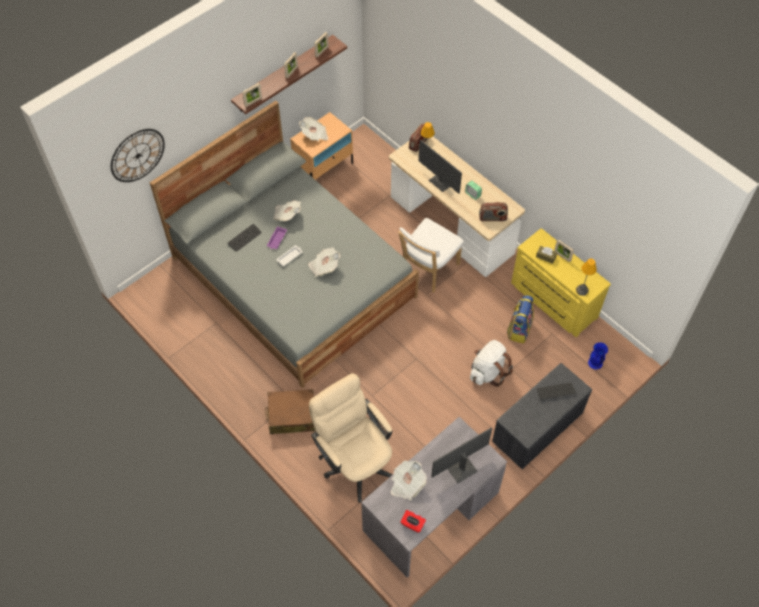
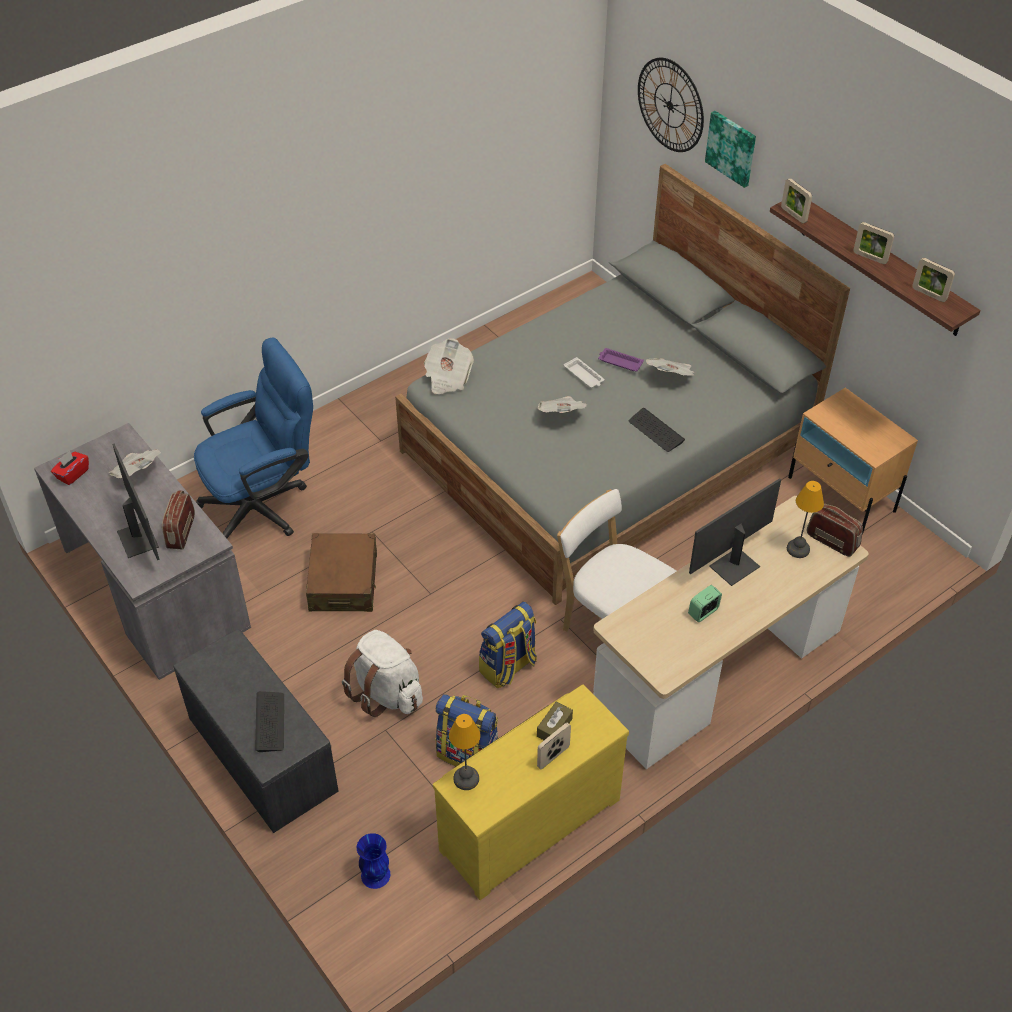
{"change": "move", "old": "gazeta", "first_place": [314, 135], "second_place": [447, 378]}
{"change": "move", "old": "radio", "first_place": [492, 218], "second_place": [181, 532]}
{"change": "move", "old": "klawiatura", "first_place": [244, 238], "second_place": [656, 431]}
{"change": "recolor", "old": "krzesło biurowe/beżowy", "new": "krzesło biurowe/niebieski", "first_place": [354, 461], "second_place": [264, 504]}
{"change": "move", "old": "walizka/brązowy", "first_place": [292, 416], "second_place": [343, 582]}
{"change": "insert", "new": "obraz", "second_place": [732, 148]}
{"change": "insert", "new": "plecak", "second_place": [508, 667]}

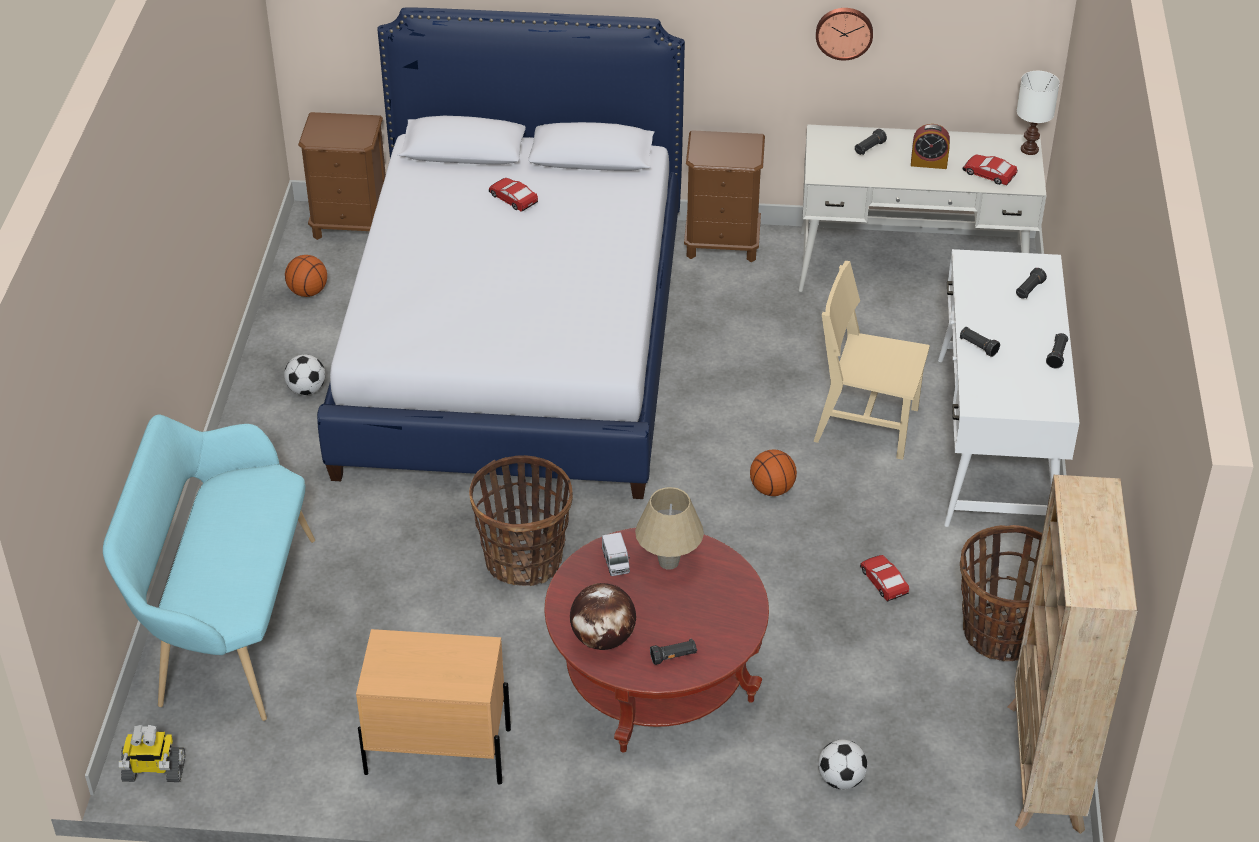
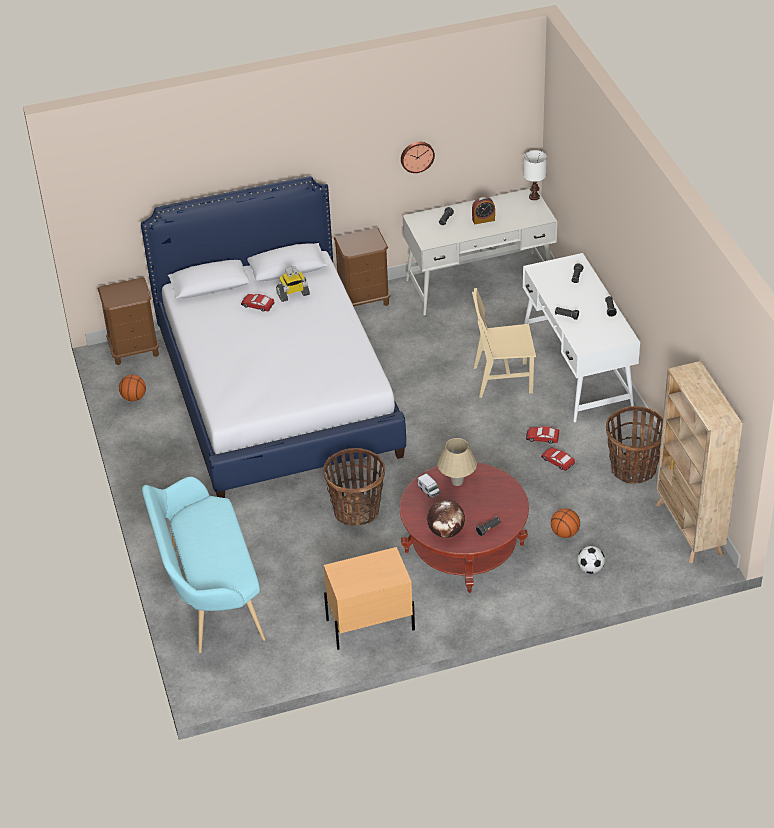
{"change": "move", "old": "samochodzik", "first_place": [988, 174], "second_place": [542, 438]}
{"change": "delete", "old": "piłka futbolowa", "first_place": [306, 389]}
{"change": "move", "old": "piłka do koszykówki", "first_place": [772, 489], "second_place": [565, 533]}
{"change": "move", "old": "robot zabawkowy", "first_place": [153, 770], "second_place": [293, 294]}

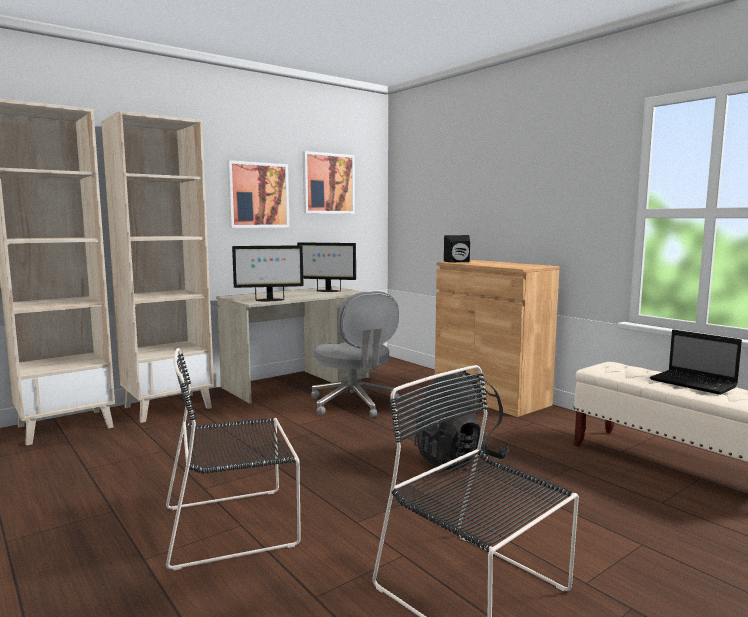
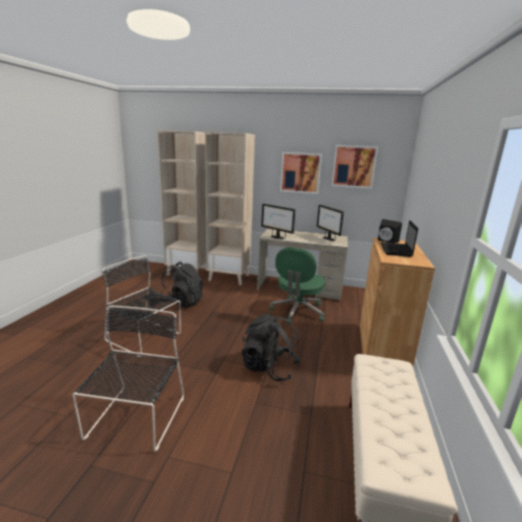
{"change": "recolor", "old": "krzesło biurowe/szary", "new": "krzesło biurowe/zielony", "first_place": [354, 404], "second_place": [297, 311]}
{"change": "move", "old": "laptop", "first_place": [694, 383], "second_place": [396, 250]}
{"change": "insert", "new": "plecak/czarny", "second_place": [182, 302]}

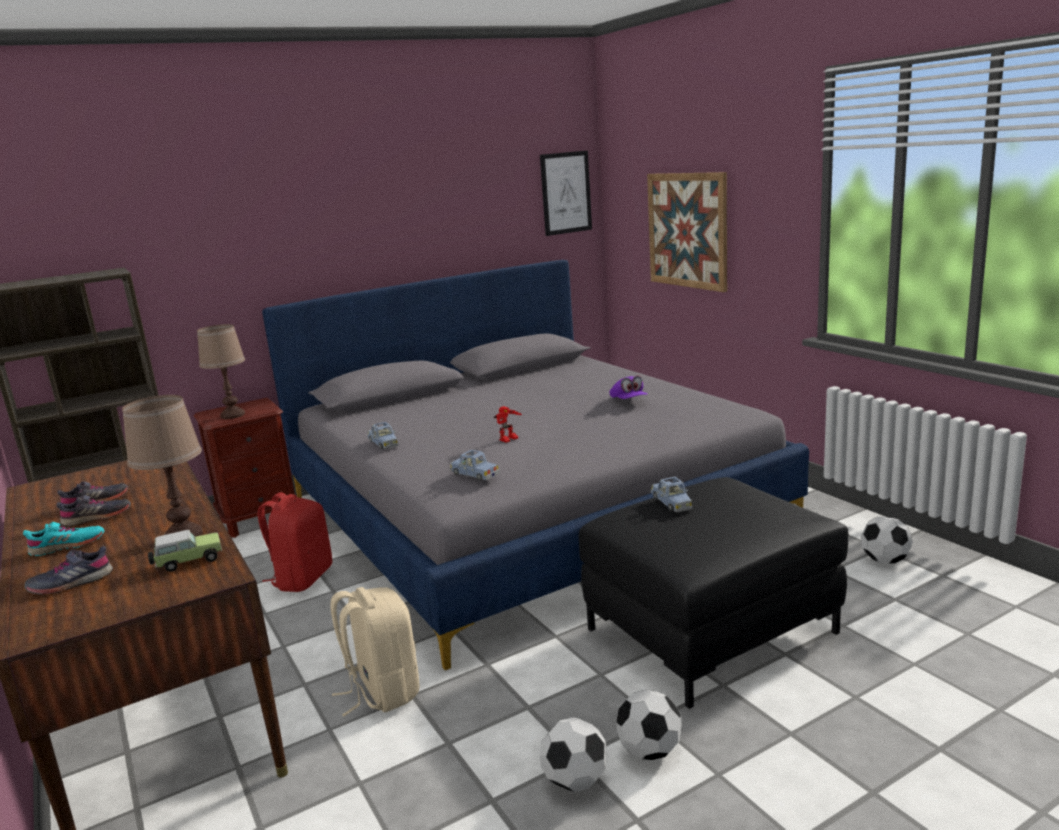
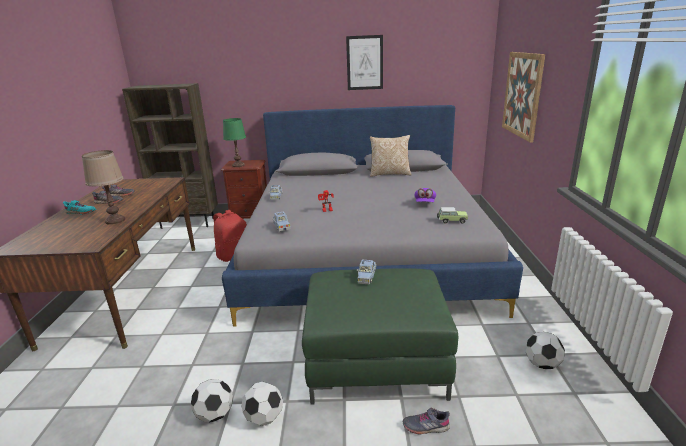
{"change": "move", "old": "obraz", "first_place": [566, 193], "second_place": [364, 63]}
{"change": "recolor", "old": "lampa stołowa/brązowy", "new": "lampa stołowa/zielony", "first_place": [232, 415], "second_place": [238, 165]}
{"change": "recolor", "old": "pufa/czarny", "new": "pufa/zielony", "first_place": [710, 631], "second_place": [376, 362]}
{"change": "move", "old": "samochodzik", "first_place": [188, 562], "second_place": [451, 221]}
{"change": "move", "old": "but/szary", "first_place": [71, 583], "second_place": [426, 426]}
{"change": "delete", "old": "plecak/beżowy", "first_place": [382, 691]}
{"change": "insert", "new": "poduszka", "second_place": [390, 174]}

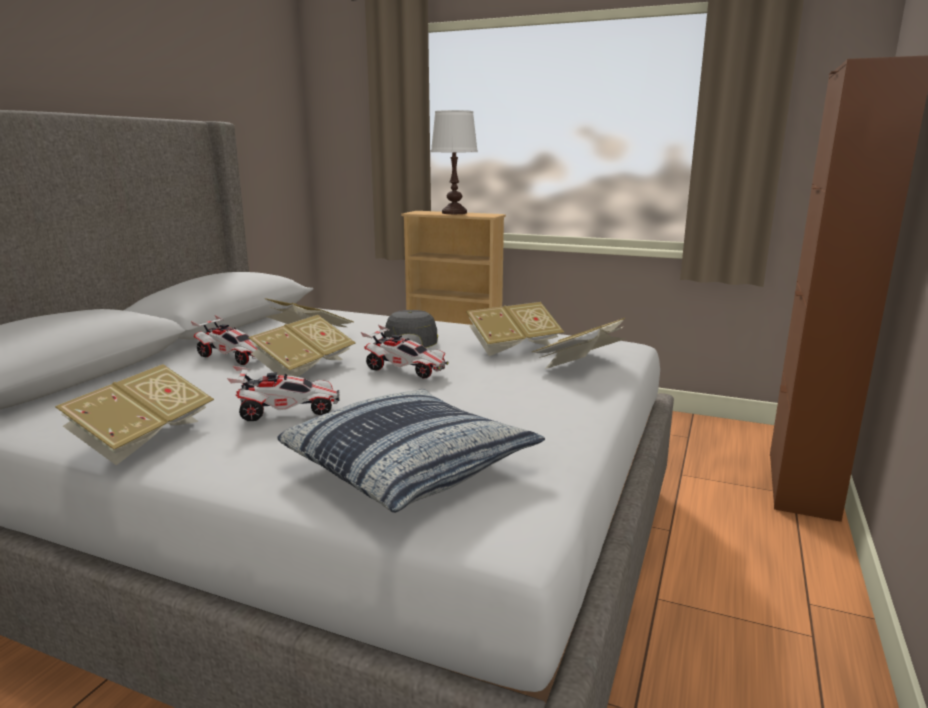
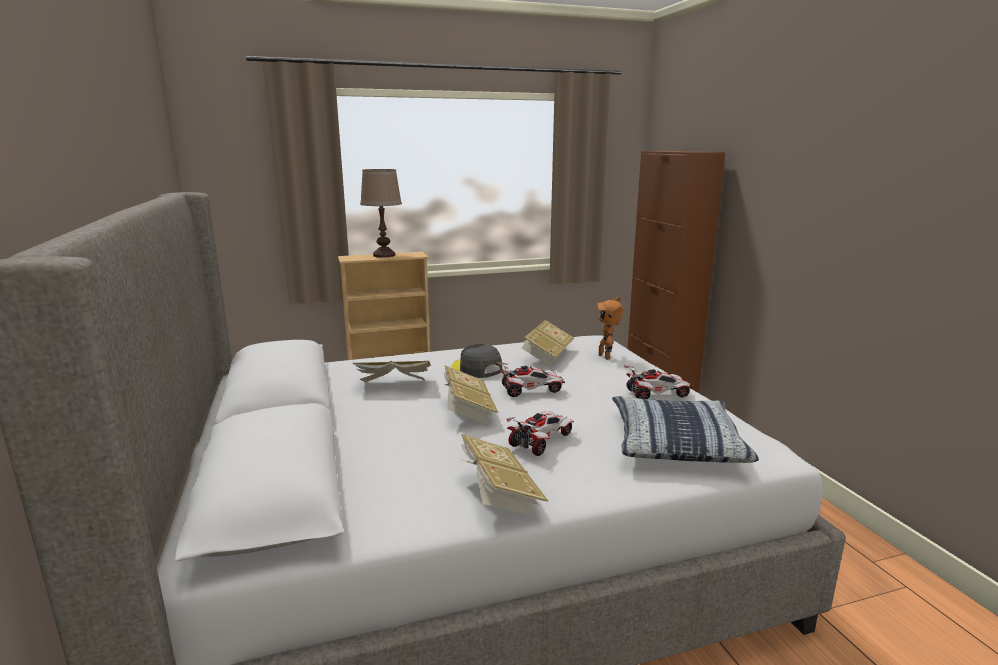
{"change": "recolor", "old": "lampa stołowa/biały", "new": "lampa stołowa/brązowy", "first_place": [454, 213], "second_place": [384, 255]}
{"change": "move", "old": "samochodzik", "first_place": [234, 357], "second_place": [656, 394]}
{"change": "replace", "old": "książka", "new": "robot zabawkowy", "first_place": [580, 363], "second_place": [606, 356]}

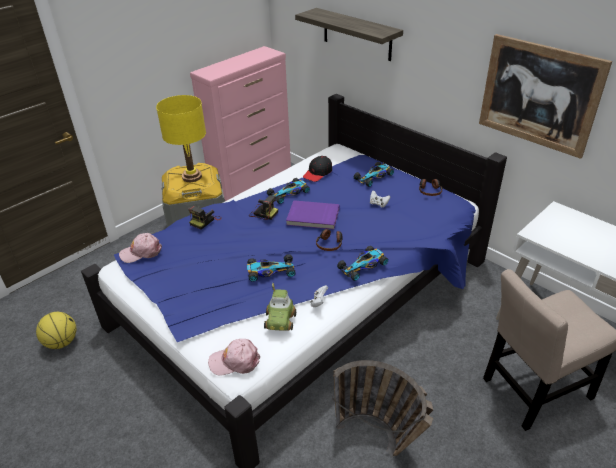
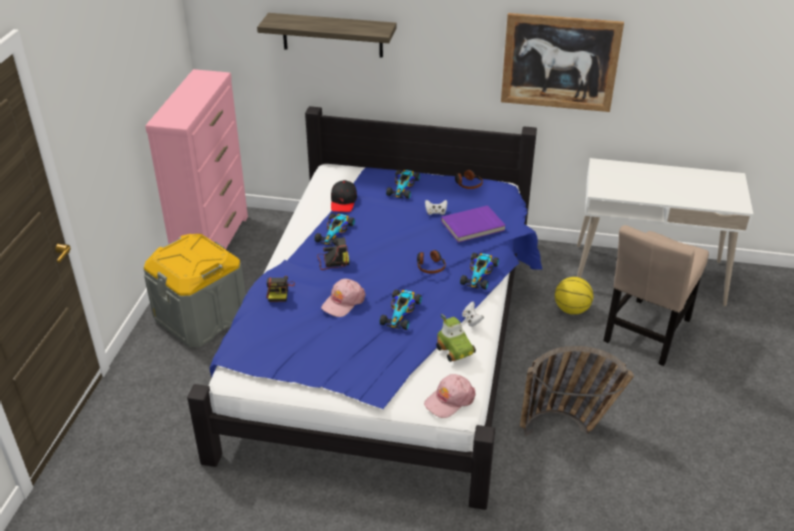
{"change": "delete", "old": "lampa stołowa/żółty", "first_place": [192, 177]}
{"change": "move", "old": "książka/fioletowy", "first_place": [313, 217], "second_place": [473, 226]}
{"change": "move", "old": "czapka z daszkiem/różowy", "first_place": [141, 252], "second_place": [343, 302]}
{"change": "rotate", "old": "samochodzik", "first_place": [270, 271], "second_place": [401, 312], "degrees": 150}
{"change": "move", "old": "piłka do koszykówki", "first_place": [62, 342], "second_place": [571, 309]}

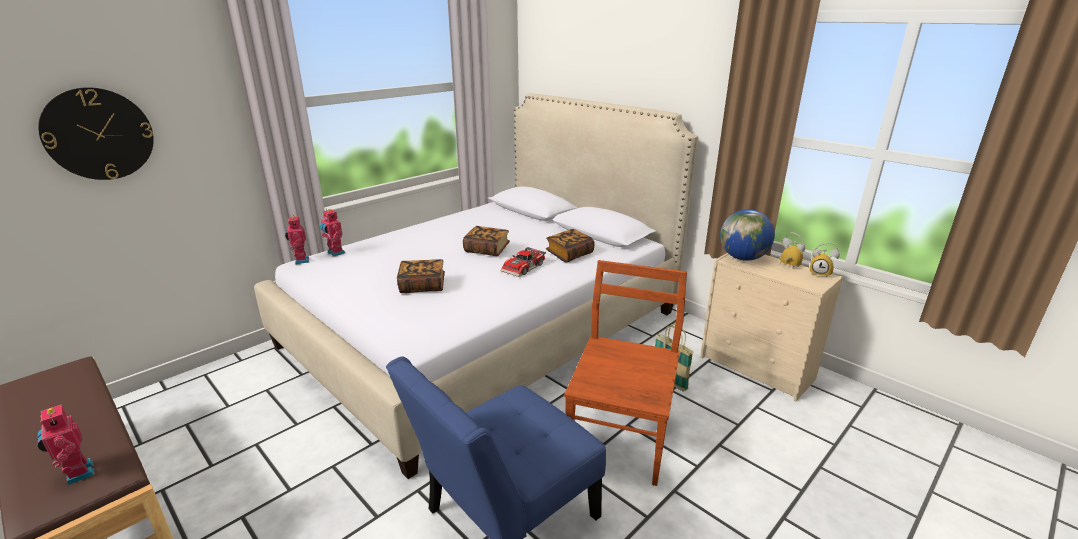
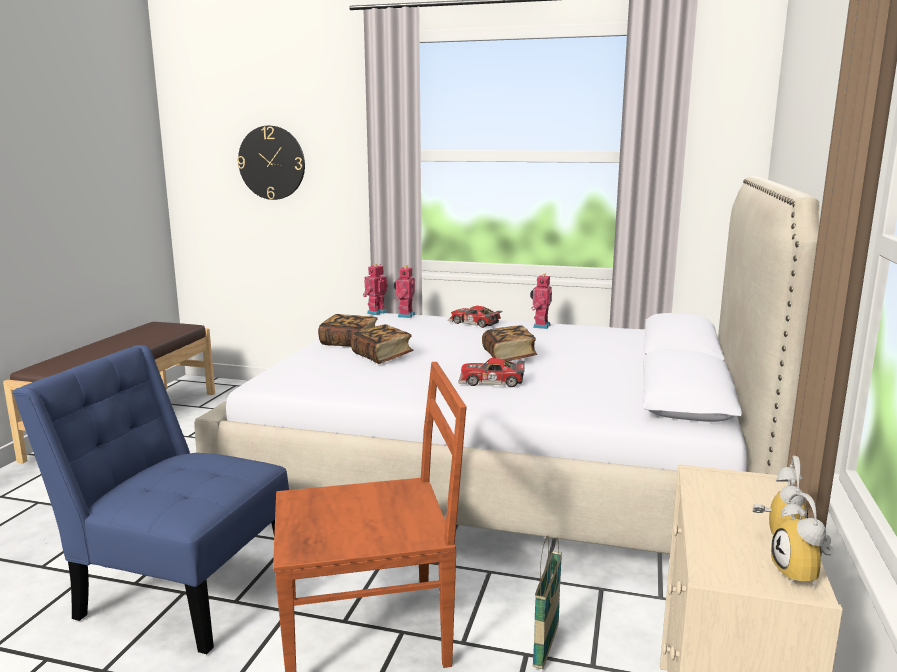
{"change": "delete", "old": "globus", "first_place": [743, 258]}
{"change": "move", "old": "książka", "first_place": [569, 254], "second_place": [349, 343]}
{"change": "move", "old": "robot zabawkowy", "first_place": [77, 474], "second_place": [540, 326]}
{"change": "insert", "new": "samochodzik", "second_place": [474, 323]}

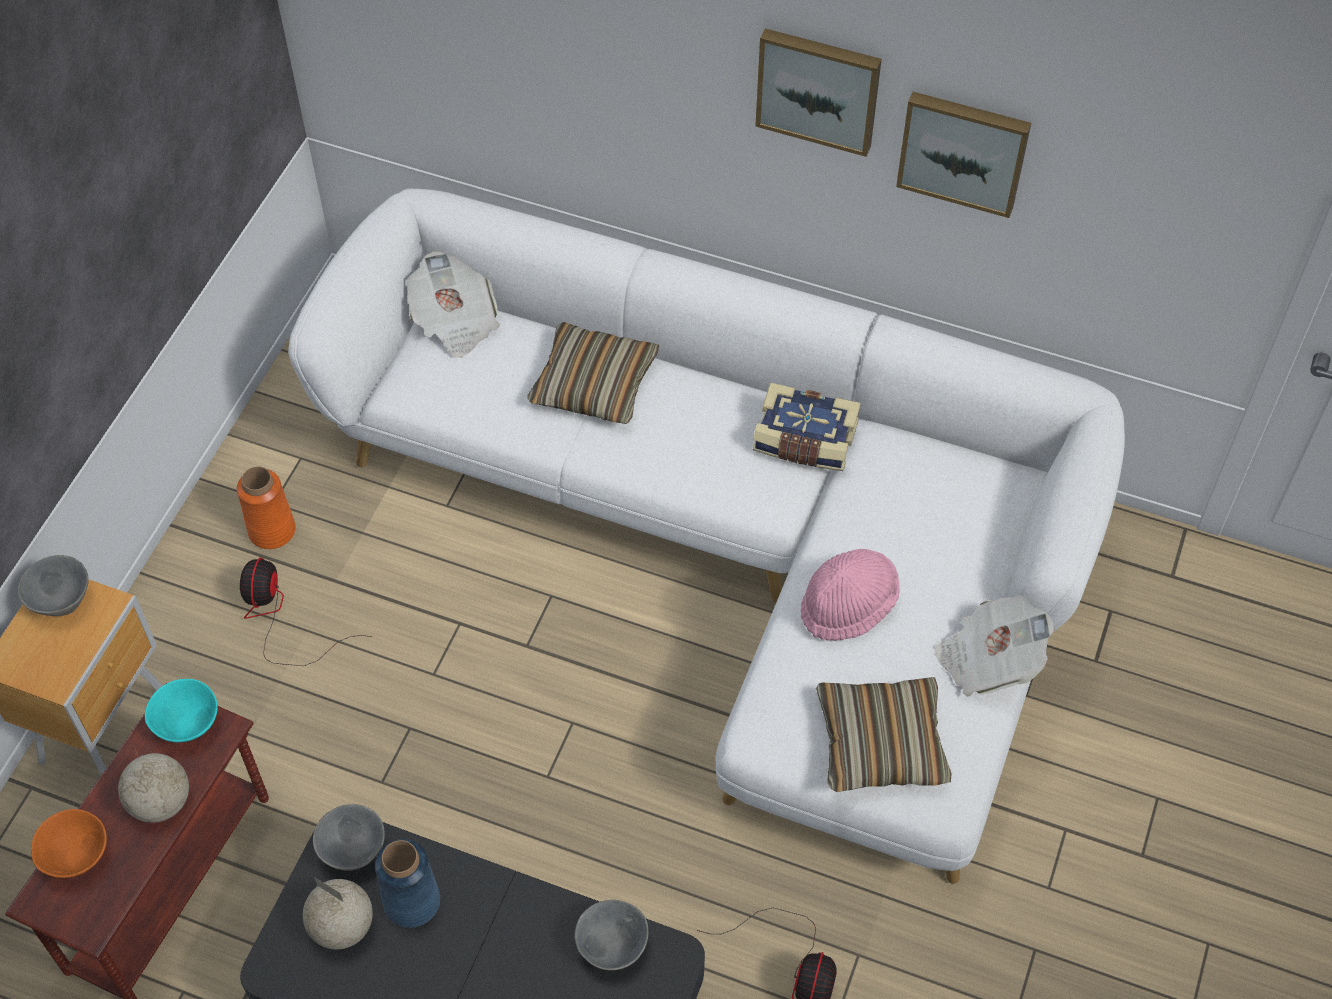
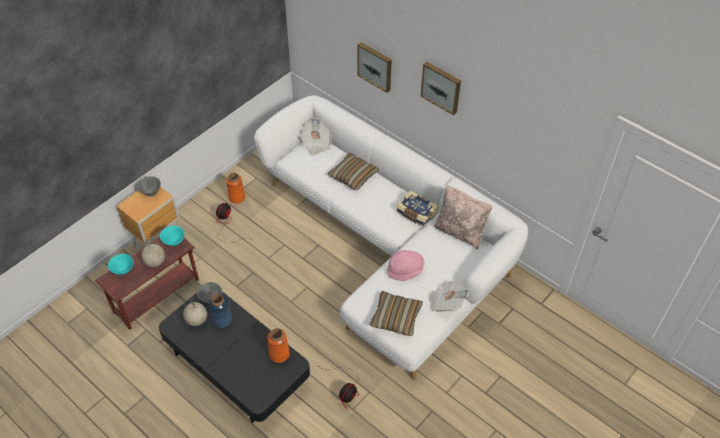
{"change": "move", "old": "obraz", "first_place": [963, 150], "second_place": [375, 66]}
{"change": "recolor", "old": "miska/pomarańczowy", "new": "miska/turkusowy", "first_place": [78, 858], "second_place": [123, 270]}
{"change": "replace", "old": "miska/szary", "new": "wazon/pomarańczowy", "first_place": [611, 945], "second_place": [279, 354]}
{"change": "insert", "new": "poduszka/beżowy", "second_place": [460, 231]}

